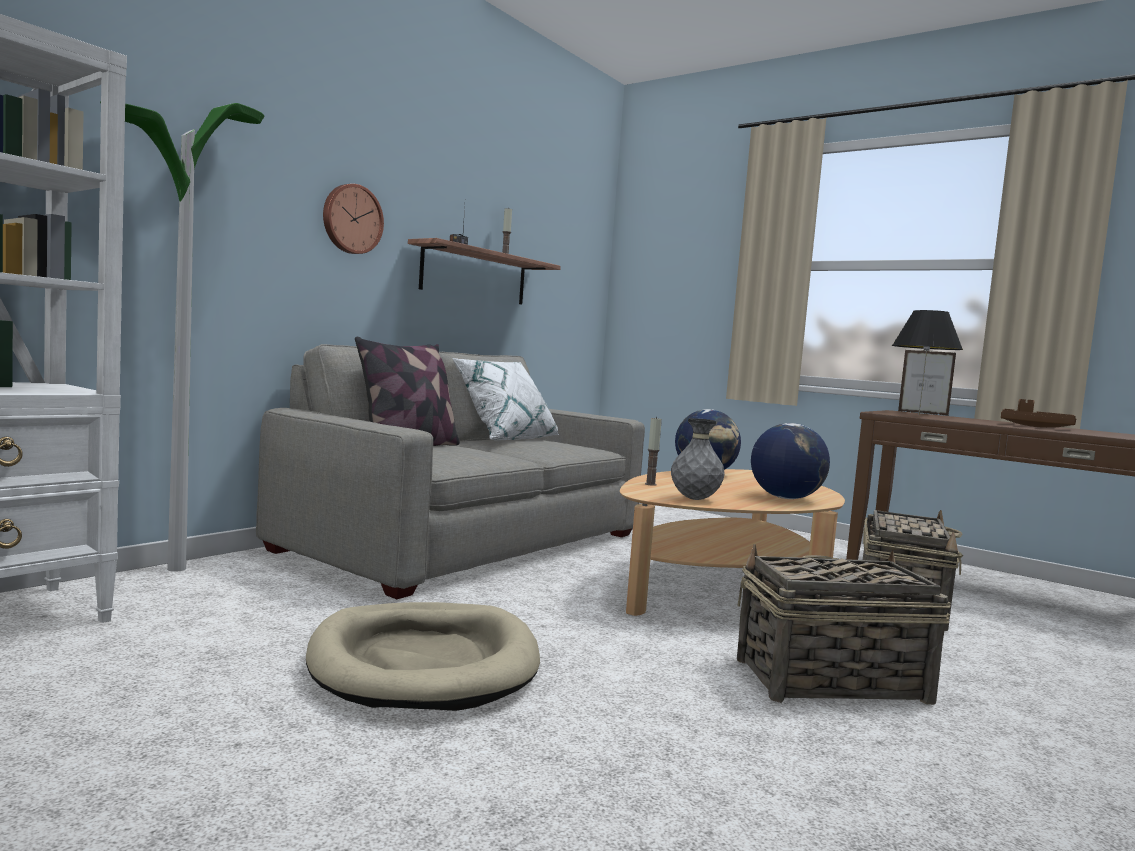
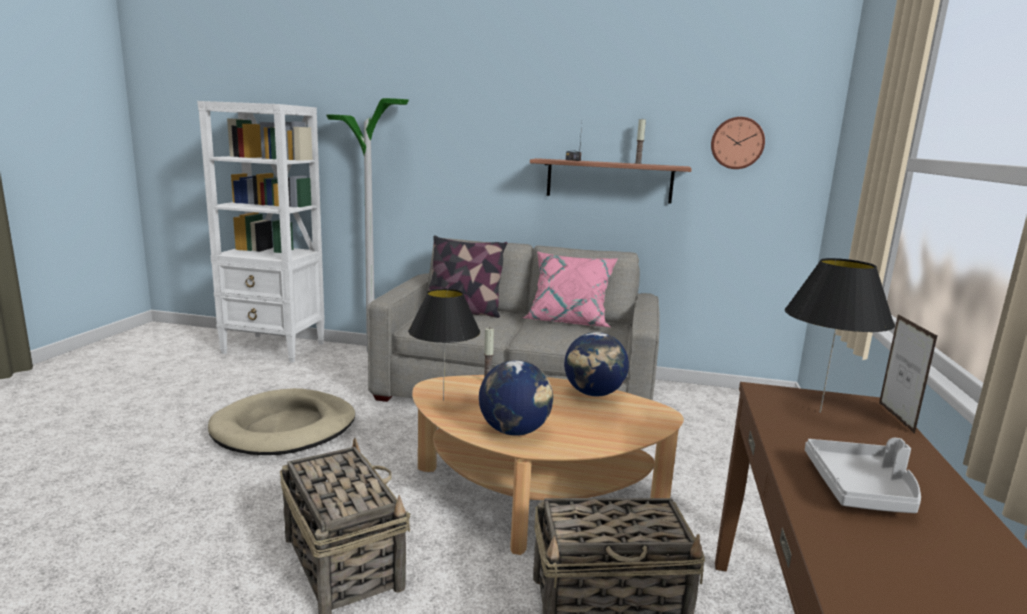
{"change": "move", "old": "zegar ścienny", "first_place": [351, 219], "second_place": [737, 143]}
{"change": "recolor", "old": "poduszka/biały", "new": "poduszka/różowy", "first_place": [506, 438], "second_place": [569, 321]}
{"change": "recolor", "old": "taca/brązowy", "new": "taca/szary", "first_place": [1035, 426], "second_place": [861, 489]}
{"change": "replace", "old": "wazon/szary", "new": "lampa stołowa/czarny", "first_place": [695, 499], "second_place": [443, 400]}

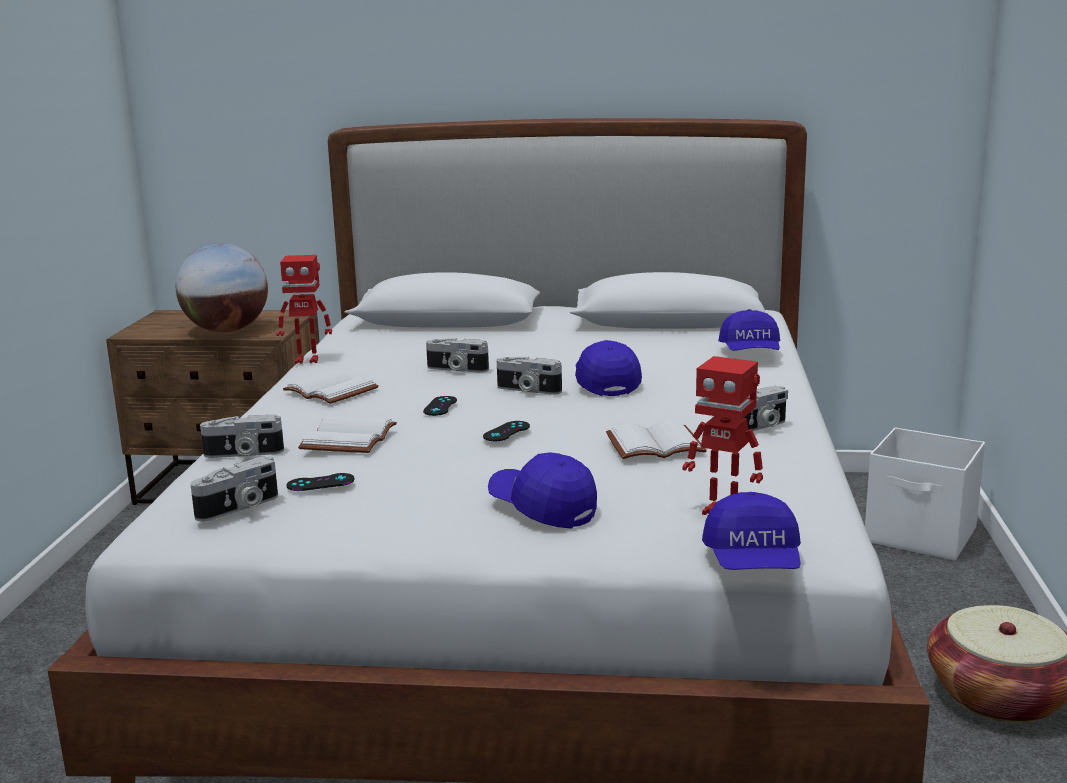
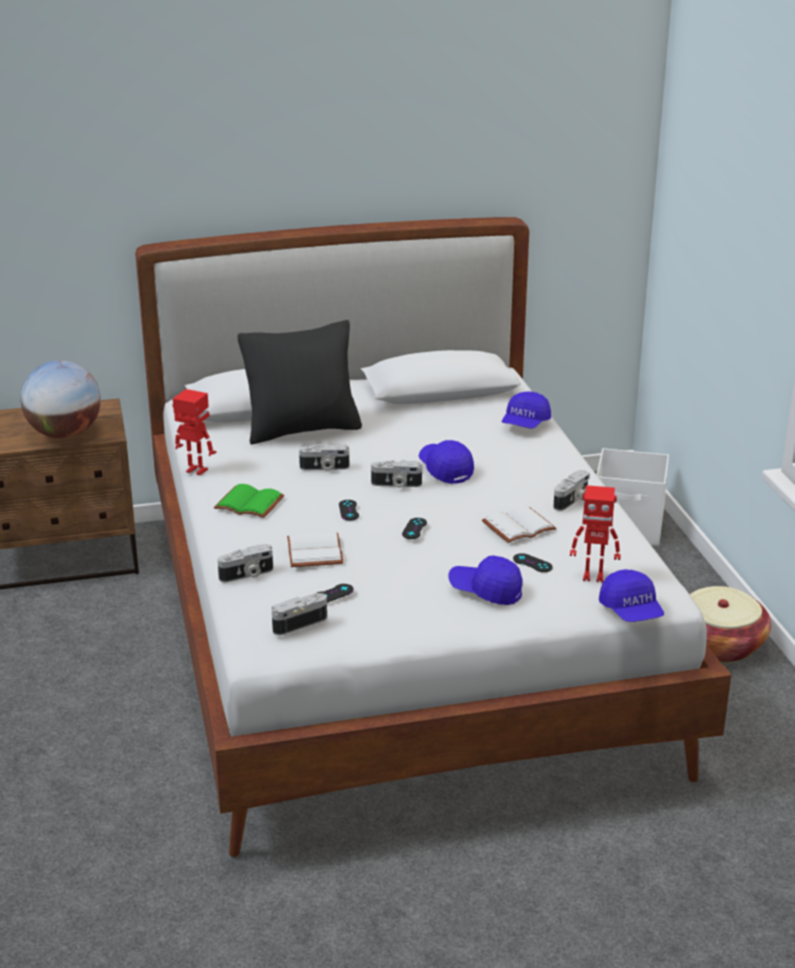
{"change": "rotate", "old": "robot zabawkowy", "first_place": [307, 360], "second_place": [196, 471], "degrees": -135}
{"change": "rotate", "old": "czapka z daszkiem/niebieski", "first_place": [750, 352], "second_place": [525, 424], "degrees": 45}
{"change": "recolor", "old": "książka/biały", "new": "książka/zielony", "first_place": [333, 390], "second_place": [251, 503]}
{"change": "rotate", "old": "aparat fotograficzny", "first_place": [239, 508], "second_place": [298, 622], "degrees": -150}
{"change": "insert", "new": "poduszka/czarny", "second_place": [302, 430]}
{"change": "insert", "new": "pad do gier/czarny", "second_place": [532, 563]}

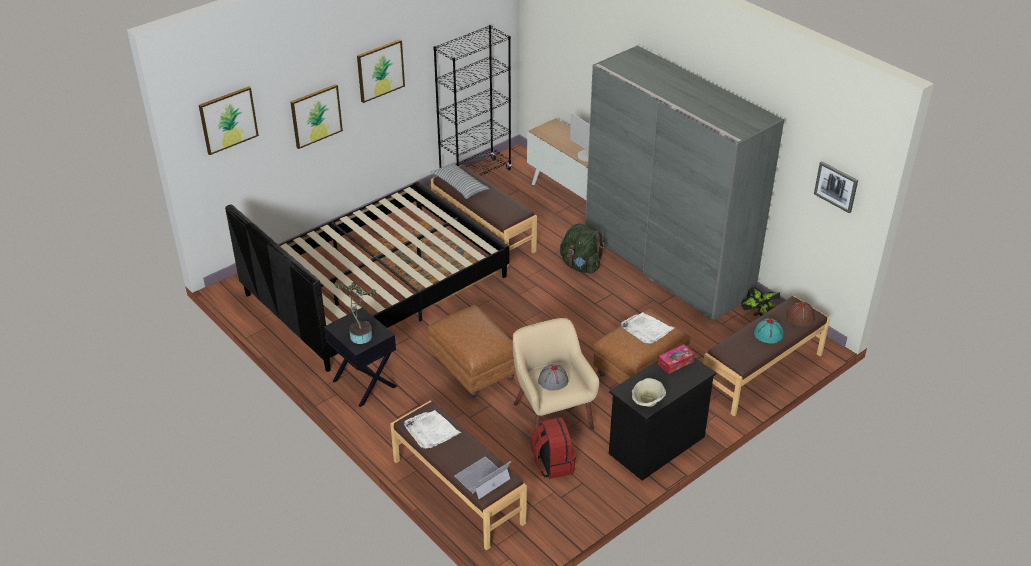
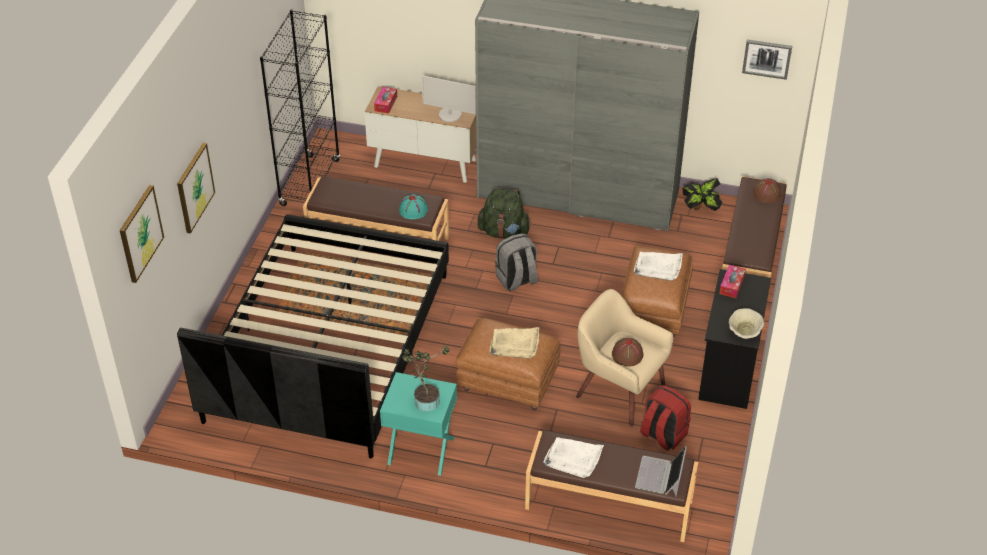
{"change": "delete", "old": "obraz", "first_place": [380, 70]}
{"change": "delete", "old": "poduszka", "first_place": [459, 186]}
{"change": "recolor", "old": "szafka nocna/czarny", "new": "szafka nocna/turkusowy", "first_place": [364, 384], "second_place": [421, 451]}
{"change": "move", "old": "kapelusz/turkusowy", "first_place": [768, 334], "second_place": [413, 210]}
{"change": "recolor", "old": "kapelusz/szary", "new": "kapelusz/brązowy", "first_place": [553, 380], "second_place": [627, 355]}
{"change": "insert", "new": "pudełko chusteczek", "second_place": [386, 103]}
{"change": "insert", "new": "plecak/szary", "second_place": [516, 280]}
{"change": "insert", "new": "taca/beżowy", "second_place": [515, 344]}

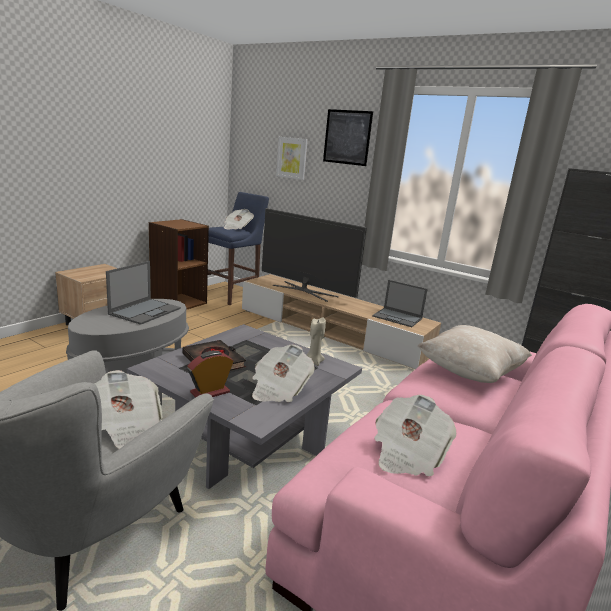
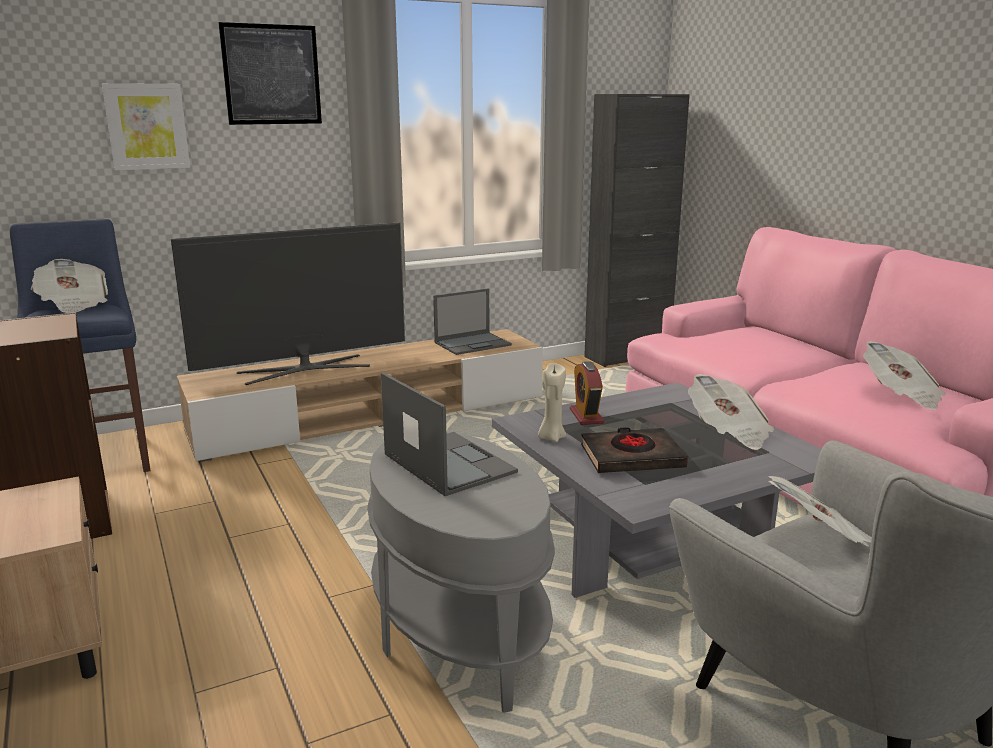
{"change": "move", "old": "świeca/beżowy", "first_place": [313, 362], "second_place": [551, 437]}
{"change": "delete", "old": "poduszka/beżowy", "first_place": [469, 372]}
{"change": "move", "old": "budzik", "first_place": [210, 392], "second_place": [586, 416]}

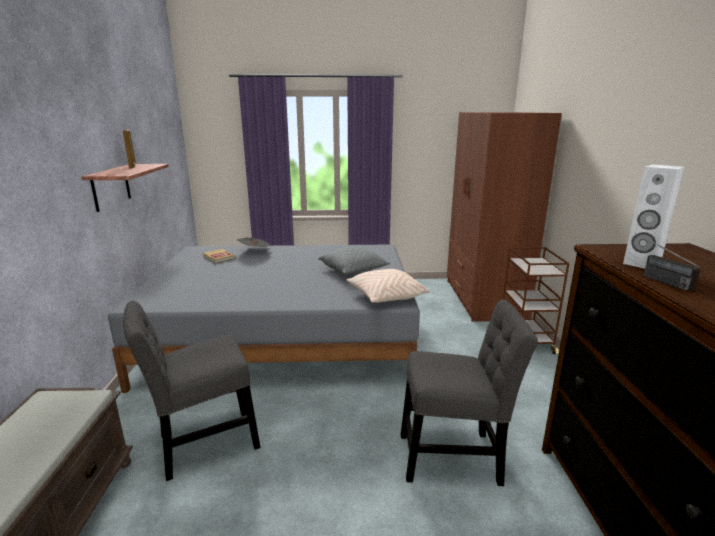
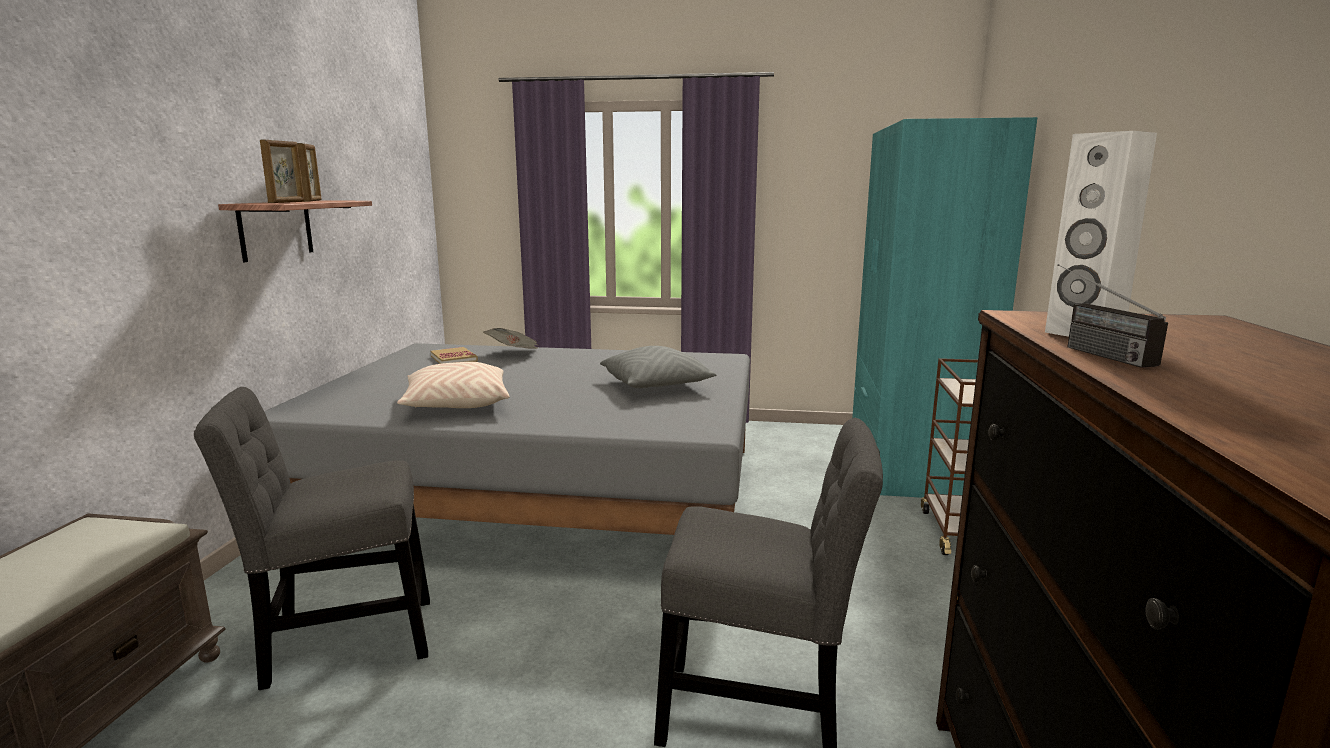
{"change": "recolor", "old": "szafa/brązowy", "new": "szafa/turkusowy", "first_place": [483, 299], "second_place": [910, 461]}
{"change": "move", "old": "poduszka/beżowy", "first_place": [385, 296], "second_place": [456, 405]}
{"change": "insert", "new": "ramka na zdjęcie", "second_place": [287, 202]}

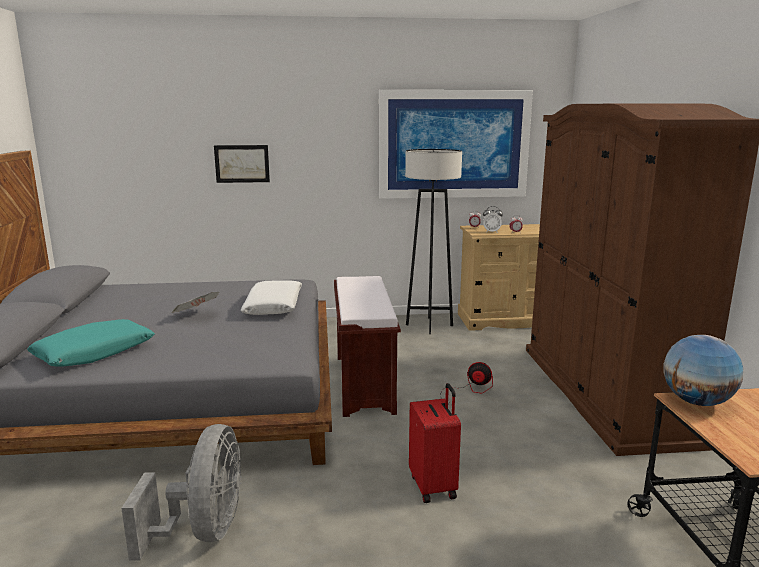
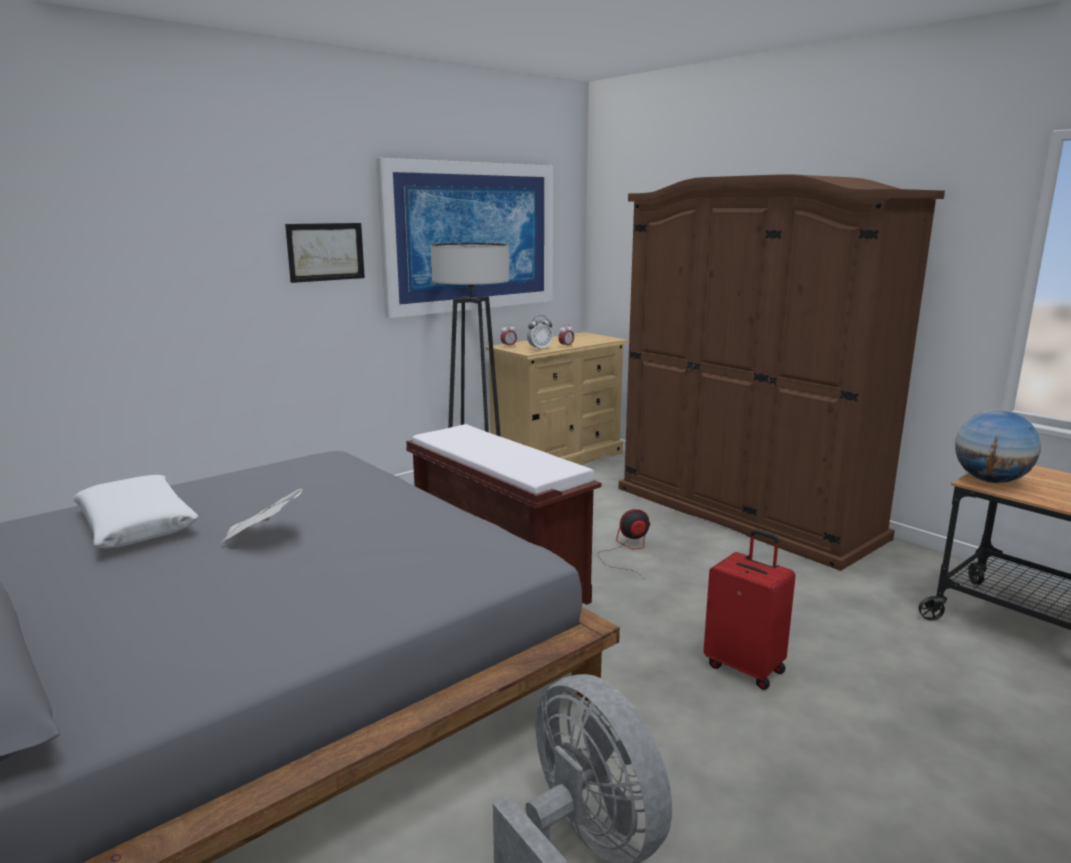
{"change": "move", "old": "obraz", "first_place": [242, 163], "second_place": [326, 252]}
{"change": "move", "old": "poduszka/biały", "first_place": [274, 306], "second_place": [137, 525]}
{"change": "delete", "old": "poduszka/turkusowy", "first_place": [94, 353]}

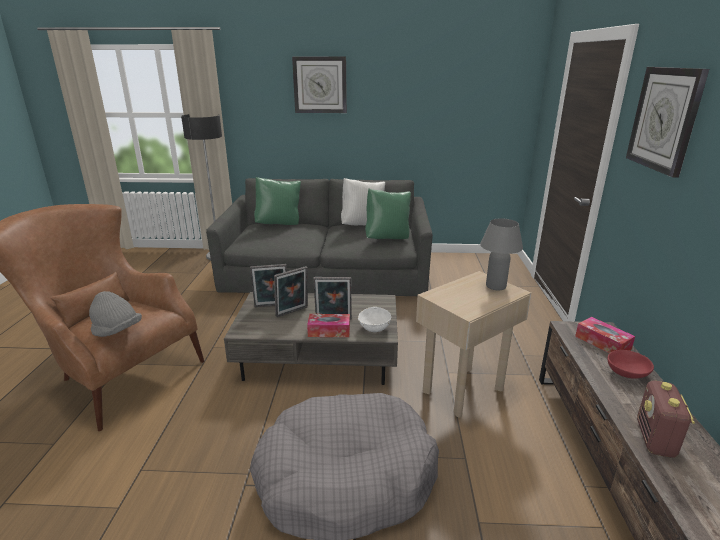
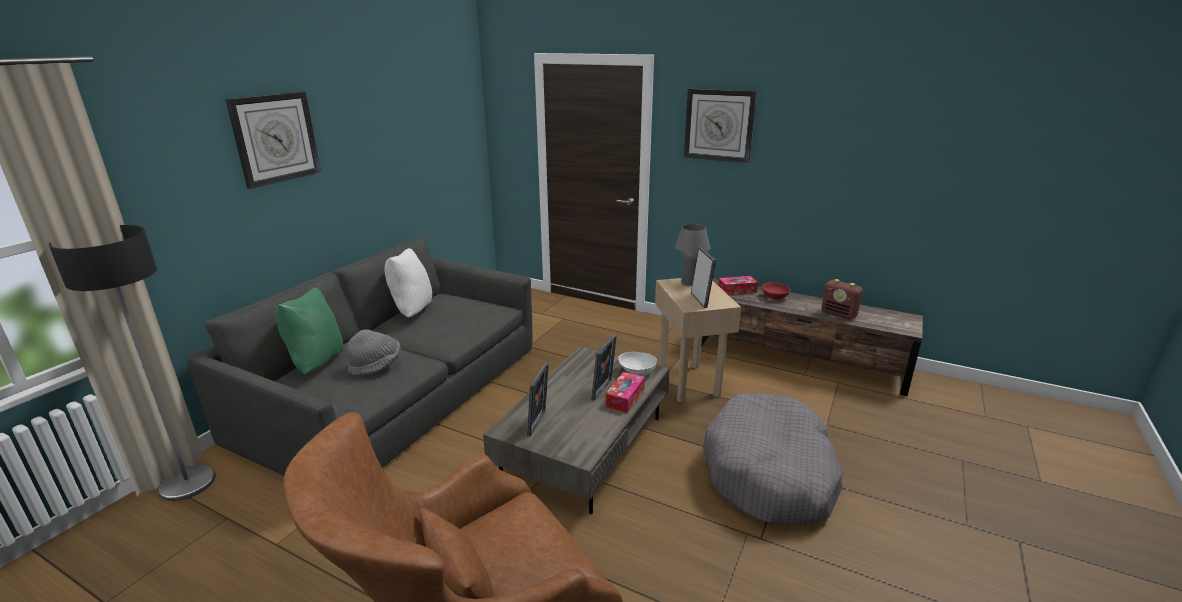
{"change": "delete", "old": "poduszka/zielony", "first_place": [387, 238]}
{"change": "move", "old": "ramka na zdjęcie", "first_place": [293, 312], "second_place": [701, 300]}
{"change": "move", "old": "kapelusz/szary", "first_place": [117, 331], "second_place": [376, 366]}

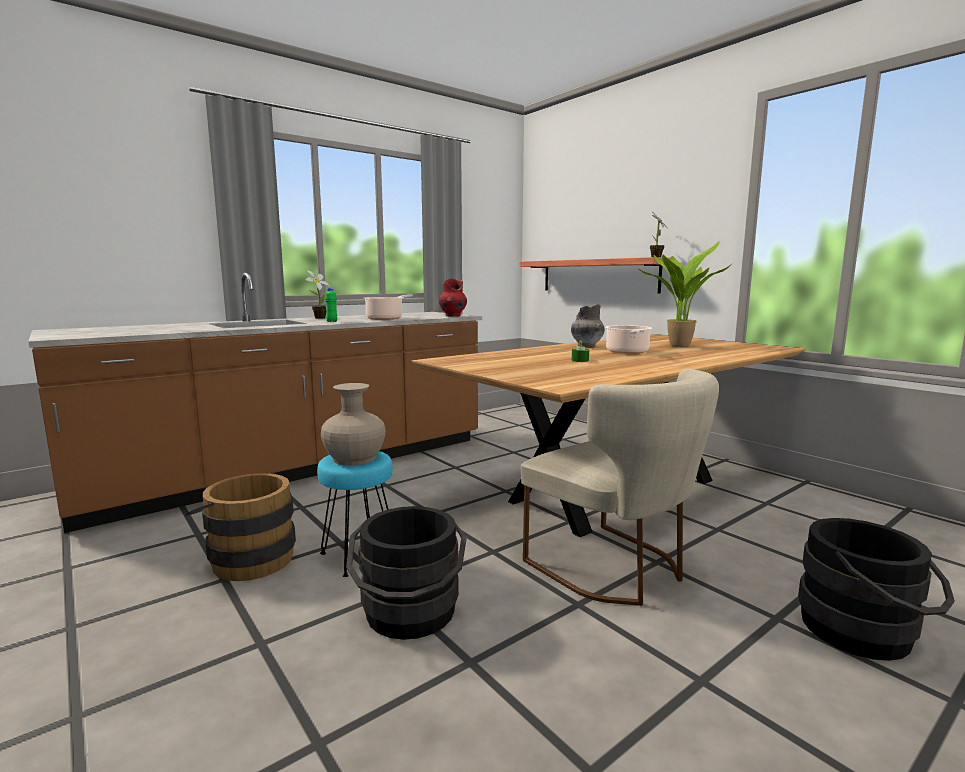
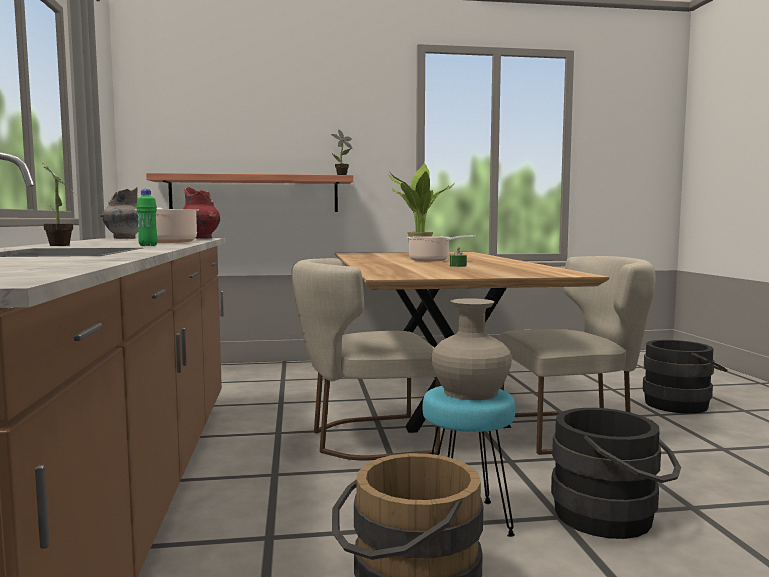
{"change": "move", "old": "wazon/szary", "first_place": [586, 346], "second_place": [124, 238]}
{"change": "insert", "new": "krzesło/beżowy", "second_place": [365, 438]}

